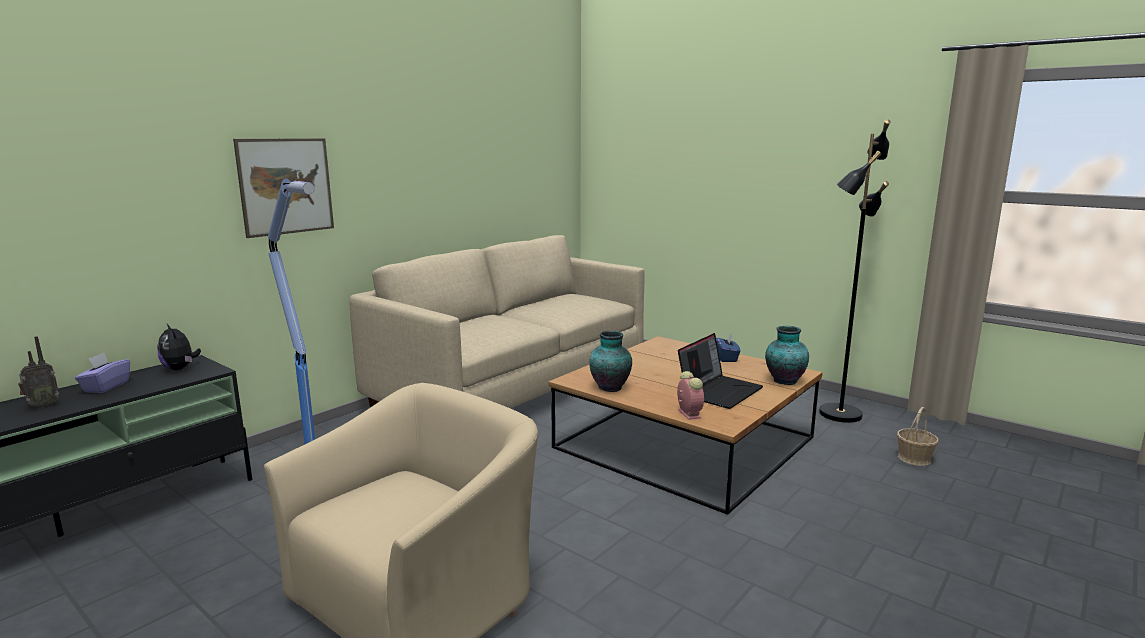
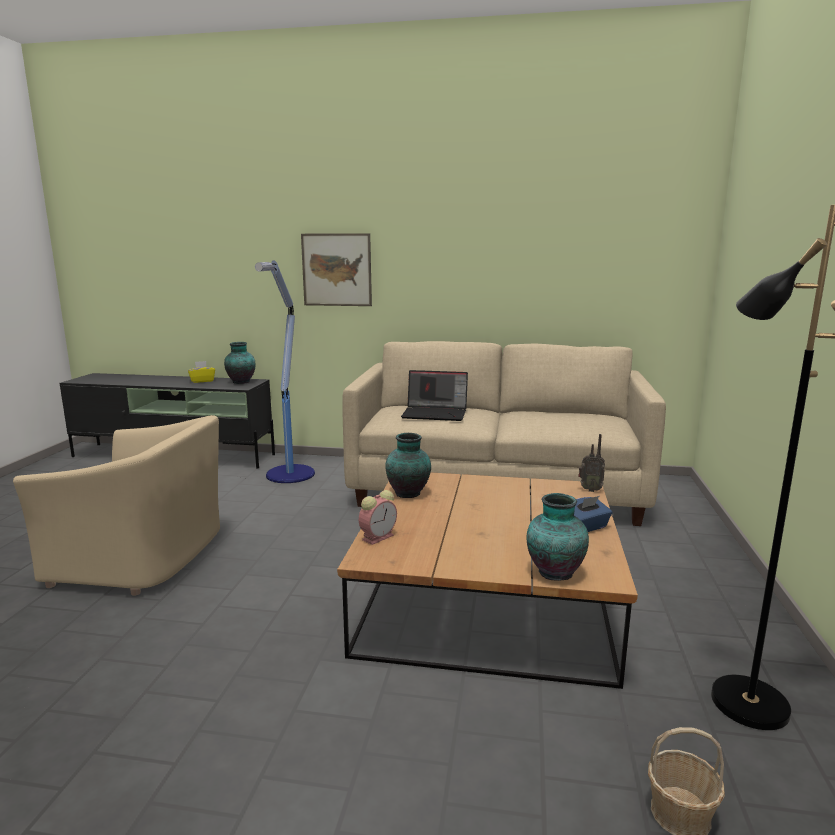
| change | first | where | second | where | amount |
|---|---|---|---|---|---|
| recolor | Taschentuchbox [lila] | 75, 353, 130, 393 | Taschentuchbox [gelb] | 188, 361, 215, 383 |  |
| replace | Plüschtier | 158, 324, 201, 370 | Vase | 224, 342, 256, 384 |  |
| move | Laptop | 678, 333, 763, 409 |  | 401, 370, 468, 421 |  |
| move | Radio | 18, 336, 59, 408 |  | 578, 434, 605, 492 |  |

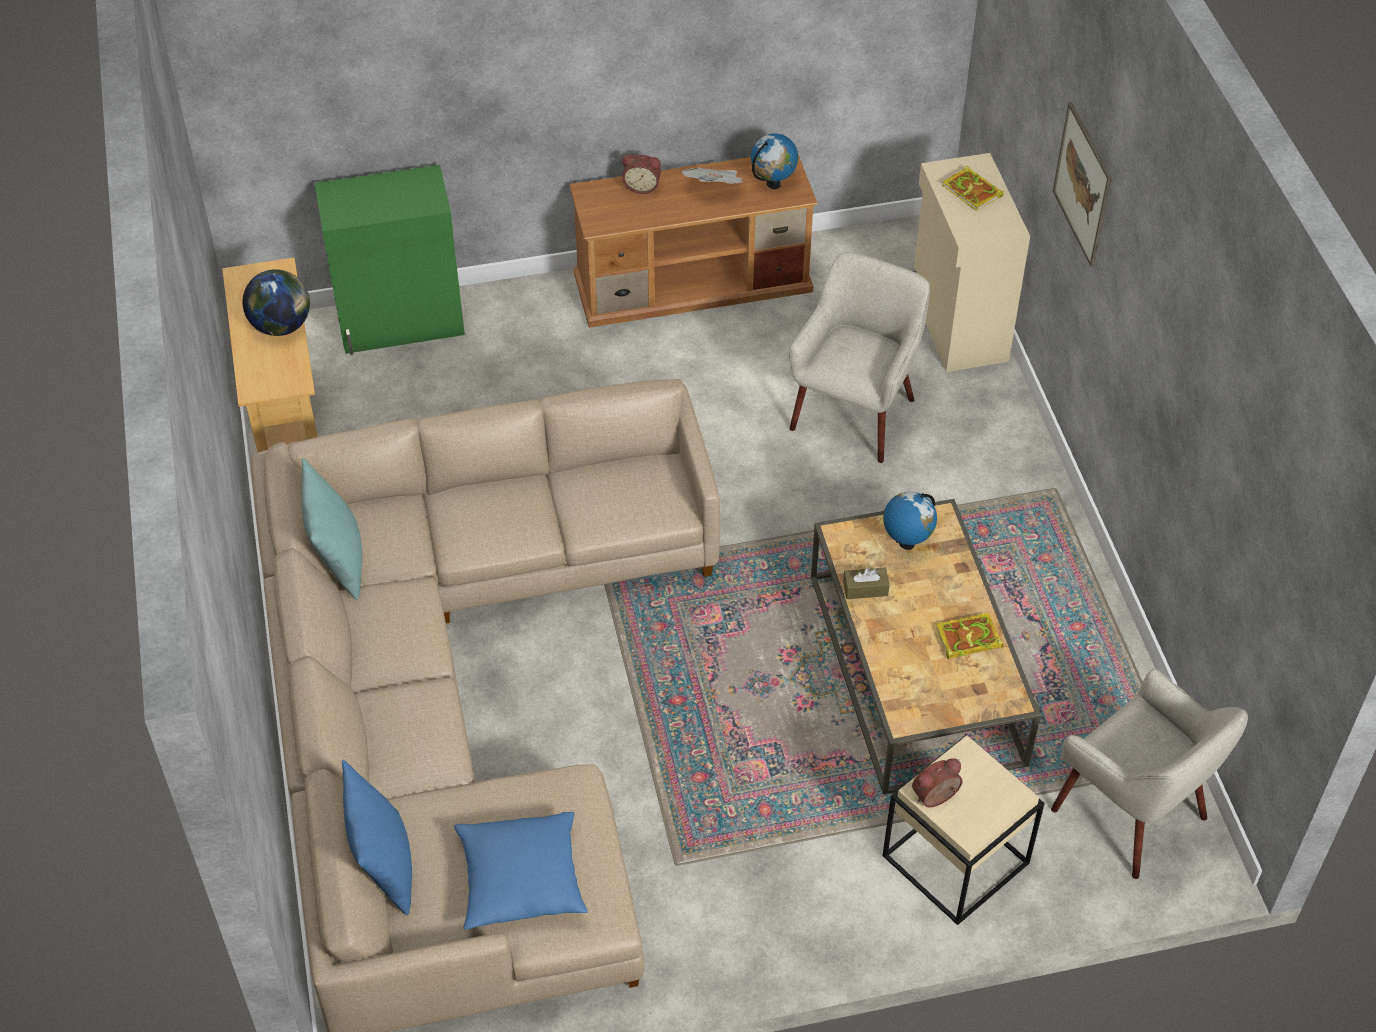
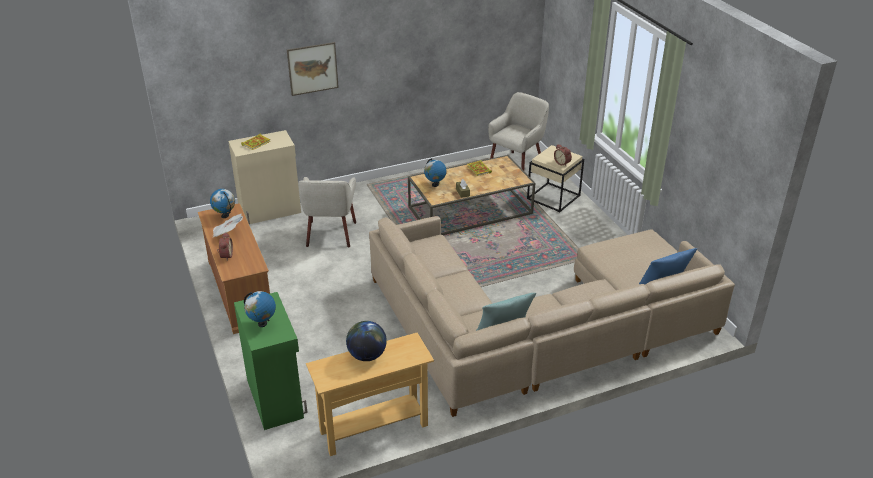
| change | first | where | second | where | amount |
|---|---|---|---|---|---|
| insert |  |  | Globus | 244, 291, 276, 327 |  |
| rotate | Sessel [beige] | 789, 252, 930, 463 |  | 298, 177, 356, 248 | 105 degrees counterclockwise |
| delete | Kissen [blau] | 454, 812, 588, 930 |  |  |  |

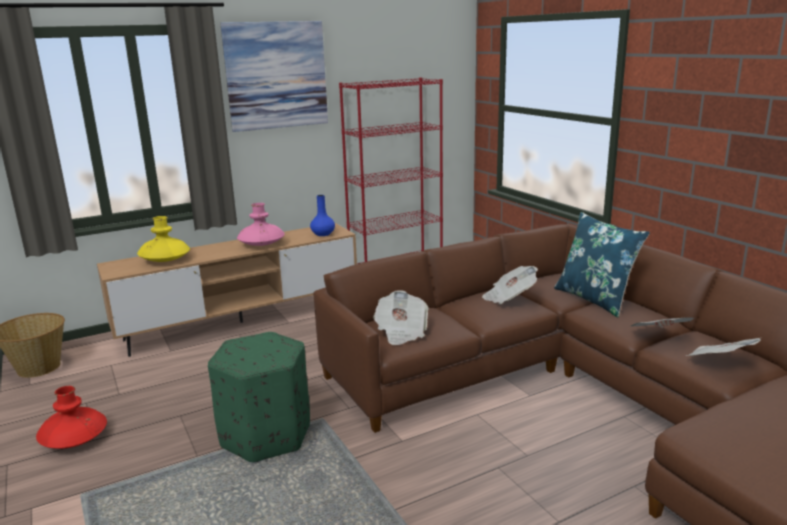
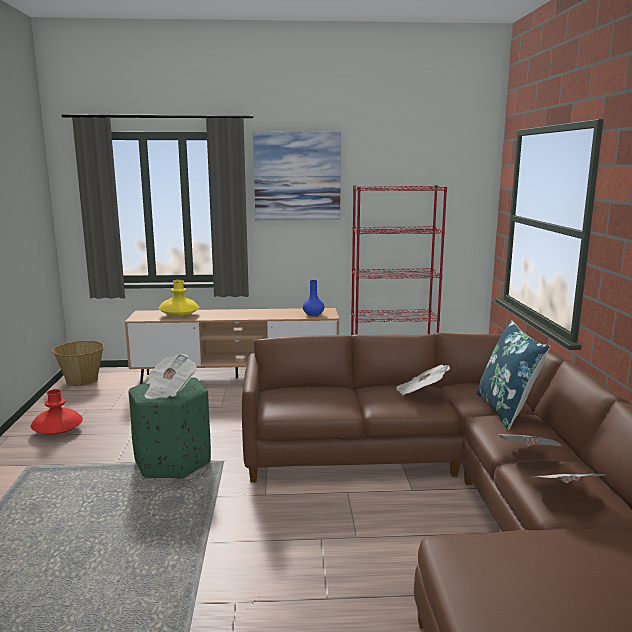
| change | first | where | second | where | amount |
|---|---|---|---|---|---|
| move | Zeitung | 373, 290, 428, 345 |  | 144, 354, 196, 399 |  |
| delete | Vase [rosa] | 237, 203, 285, 246 |  |  |  |

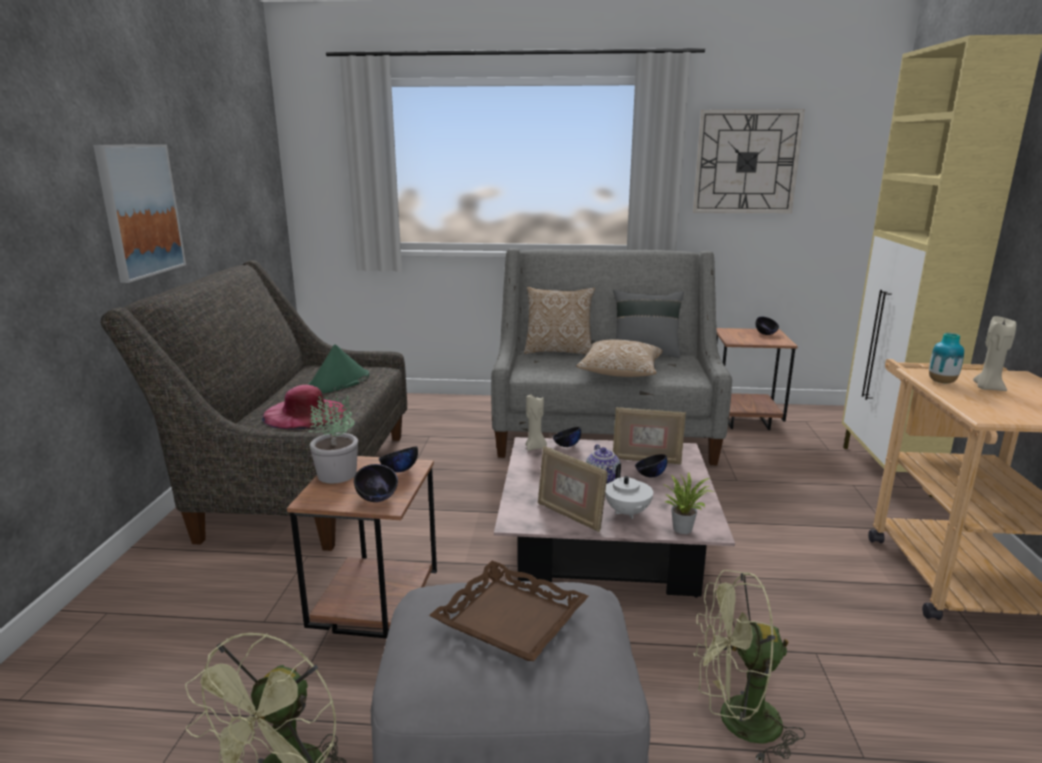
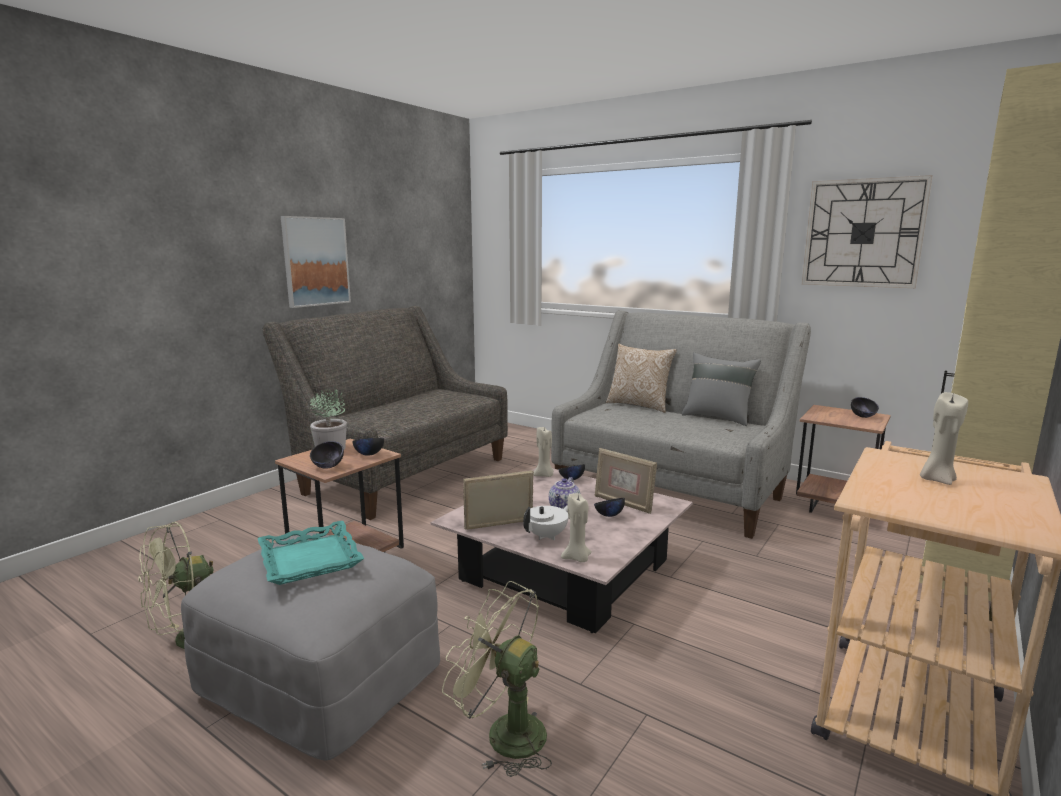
| change | first | where | second | where | amount |
|---|---|---|---|---|---|
| recolor | Tablett [braun] | 429, 561, 589, 661 | Tablett [türkis] | 258, 521, 364, 585 |  |
| rotate | Bilderrahmen | 538, 446, 608, 532 |  | 463, 470, 534, 530 | 90 degrees clockwise |
| rotate | Teekanne [weiß] | 605, 464, 653, 519 |  | 523, 505, 569, 540 | 150 degrees counterclockwise |
| replace | Topfpflanze | 662, 472, 714, 534 | Kerze [beige] | 561, 493, 592, 562 |  |
| delete | Hut [rosa] | 262, 385, 346, 429 |  |  |  |
| delete | Hut [grün] | 307, 344, 369, 393 |  |  |  |
| delete | Kissen | 576, 339, 663, 377 |  |  |  |
| delete | Vase | 929, 333, 964, 383 |  |  |  |

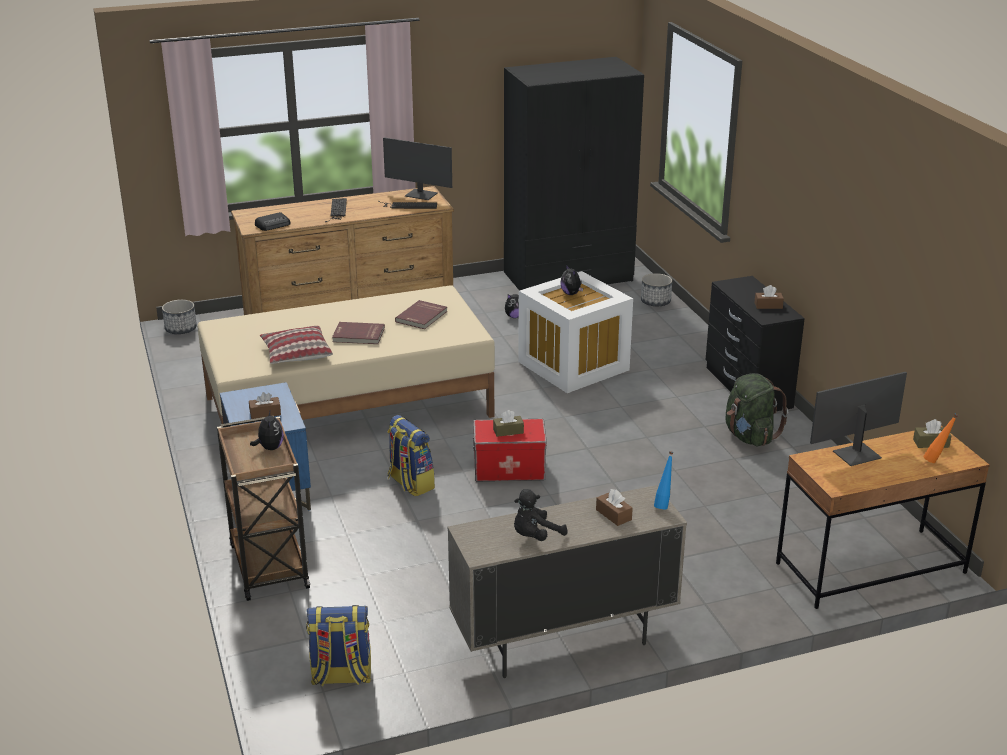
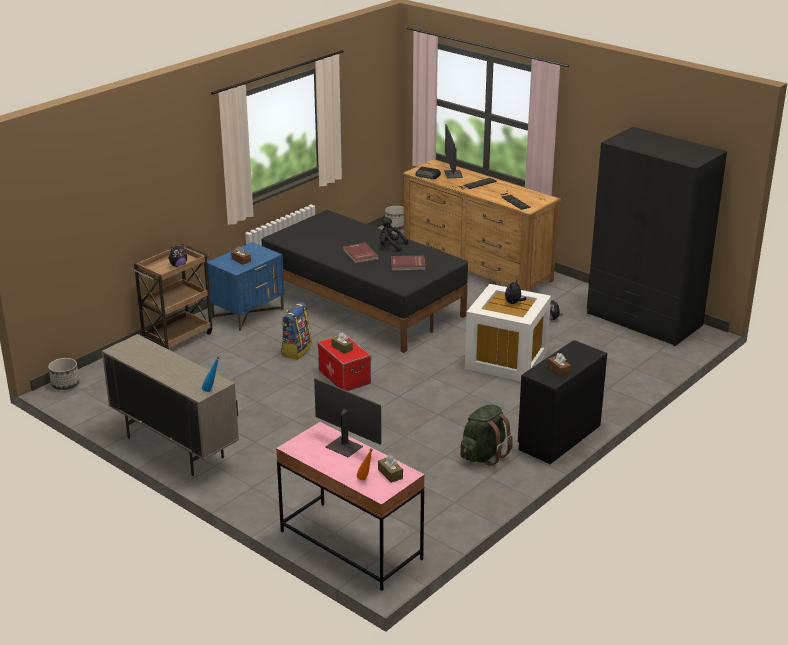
| change | first | where | second | where | amount |
|---|---|---|---|---|---|
| move | Pflanzkübel | 641, 273, 672, 306 |  | 48, 358, 79, 390 |  |
| recolor | Bett [beige] | 197, 285, 495, 463 | Bett [schwarz] | 262, 210, 468, 353 |  |
| recolor | Schreibtisch [braun] | 776, 426, 990, 609 | Schreibtisch [rosa] | 276, 422, 425, 591 |  |
| move | Plüschtier [schwarz] | 514, 489, 568, 541 |  | 380, 217, 408, 251 |  |
| move | Monitor | 383, 138, 452, 200 |  | 444, 124, 463, 178 |  |
| delete | Kissen | 260, 326, 333, 364 |  |  |  |
| delete | Rucksack | 306, 605, 371, 687 |  |  |  |
| delete | Taschentuchbox [braun] | 596, 489, 633, 526 |  |  |  |

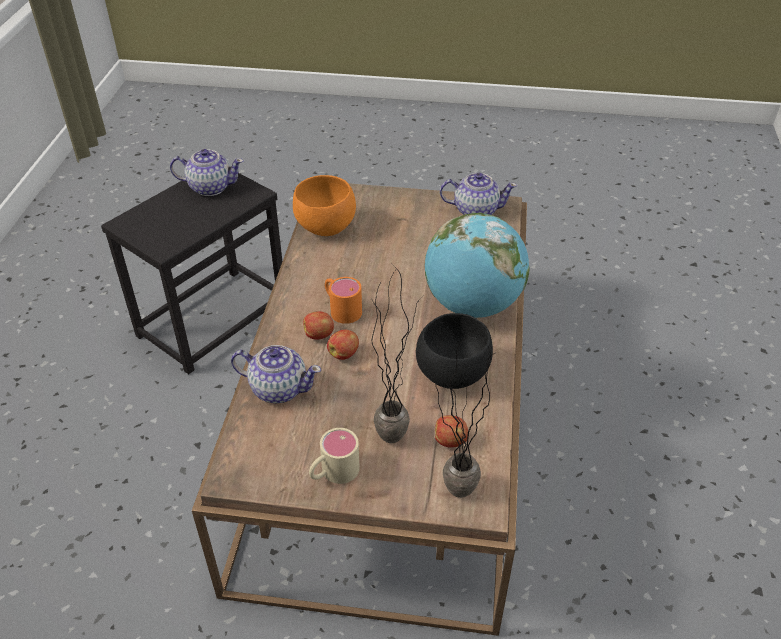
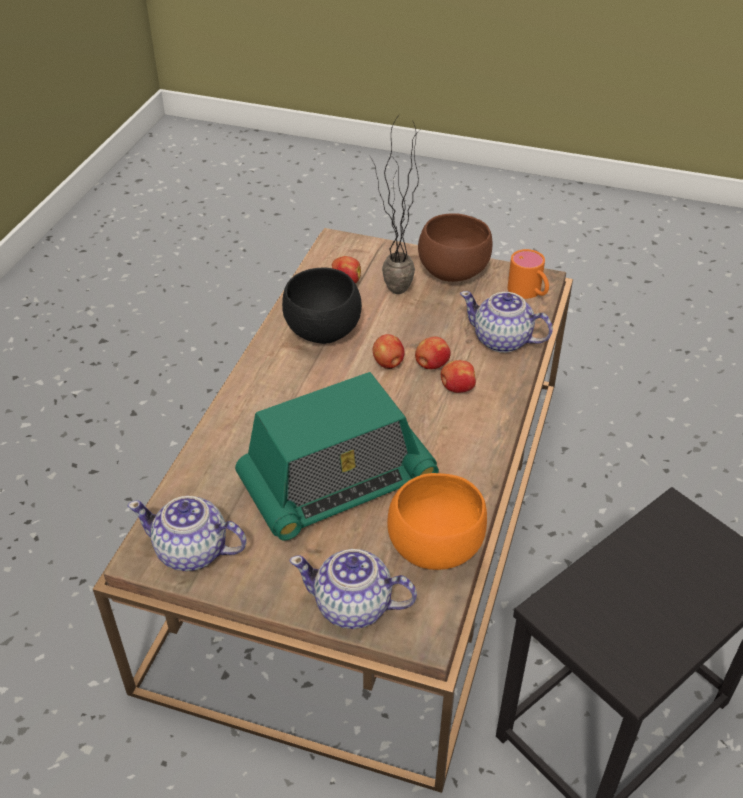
| change | first | where | second | where | amount |
|---|---|---|---|---|---|
| insert |  |  | Radio | 235, 372, 439, 541 |  |
| move | Teekanne | 170, 149, 244, 196 |  | 289, 549, 417, 629 |  |
| insert |  |  | Apfel | 373, 334, 405, 369 |  |
| replace | Henkelbecher [beige] | 309, 428, 360, 484 | Schüssel [braun] | 418, 213, 493, 282 |  |
| move | Henkelbecher [orange] | 325, 277, 362, 324 |  | 507, 249, 549, 299 |  |
| delete | Globus | 425, 213, 530, 318 |  |  |  |
| delete | Topfpflanze | 430, 336, 495, 498 |  |  |  |

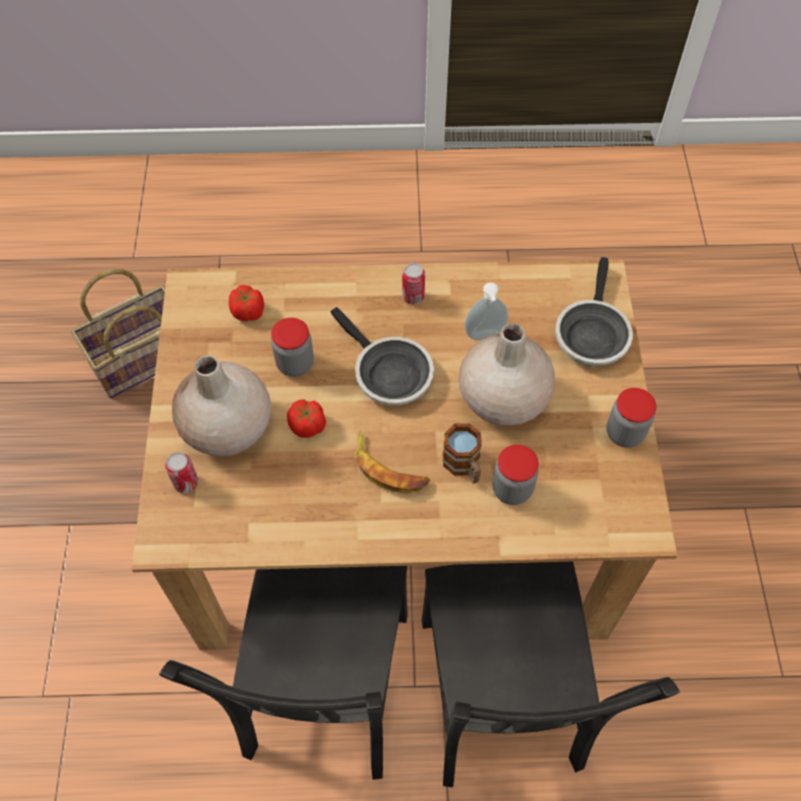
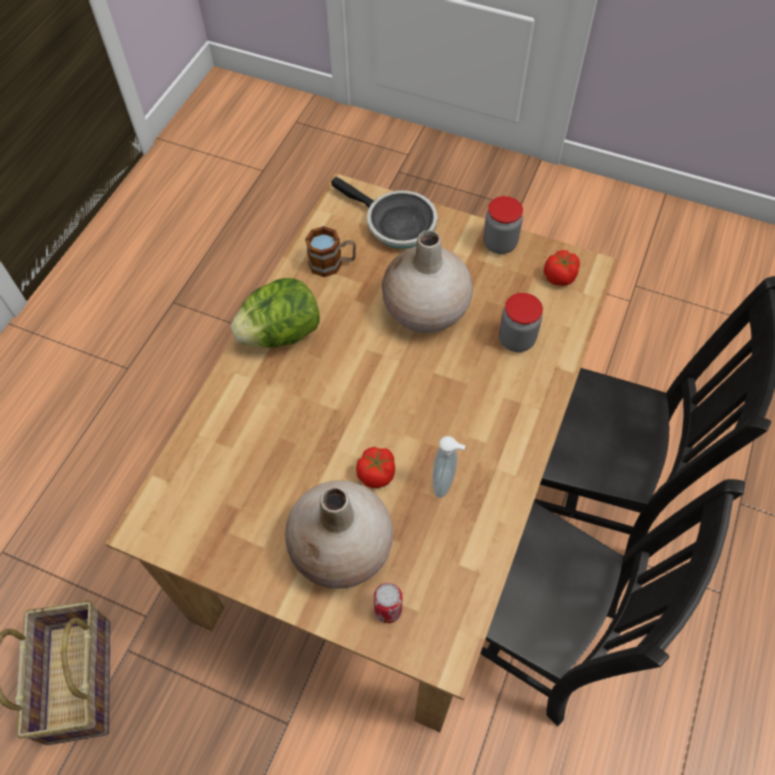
| change | first | where | second | where | amount |
|---|---|---|---|---|---|
| replace | Dose | 402, 263, 425, 304 | Salatkopf | 231, 278, 320, 348 |  |
| move | Henkelbecher | 443, 423, 482, 483 |  | 305, 226, 356, 277 |  |
| move | Seifenspender | 465, 283, 509, 341 |  | 432, 436, 465, 498 |  |
| move | Tomate | 229, 285, 264, 321 |  | 544, 250, 580, 286 |  |
| delete | Vorratsglas | 271, 318, 314, 377 |  |  |  |
| delete | Pfanne | 330, 307, 434, 405 |  |  |  |
| delete | Banane | 354, 430, 430, 493 |  |  |  |

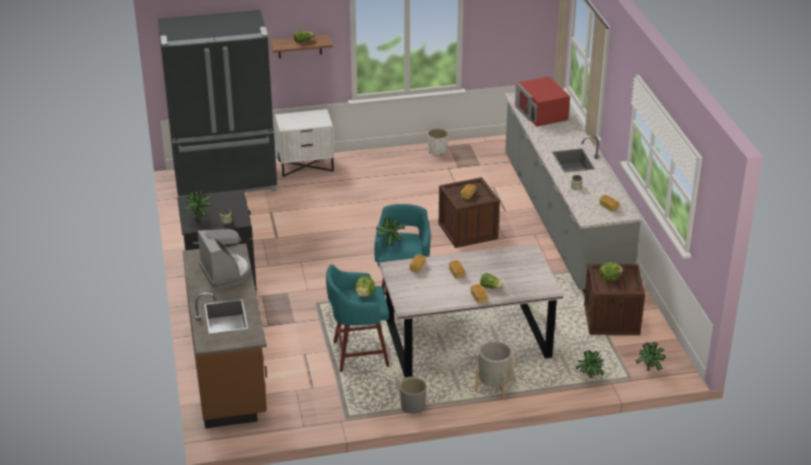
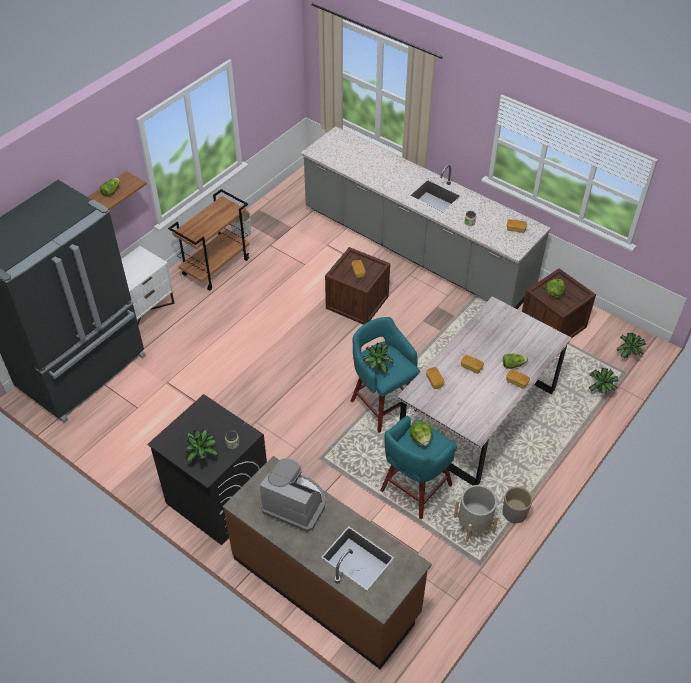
| change | first | where | second | where | amount |
|---|---|---|---|---|---|
| insert |  |  | Rollwagen [braun] | 168, 189, 250, 291 |  |
| move | Pflanzkübel [grau] | 475, 341, 514, 399 |  | 454, 485, 499, 542 |  |
| delete | Mikrowelle [rot] | 515, 76, 570, 127 |  |  |  |

